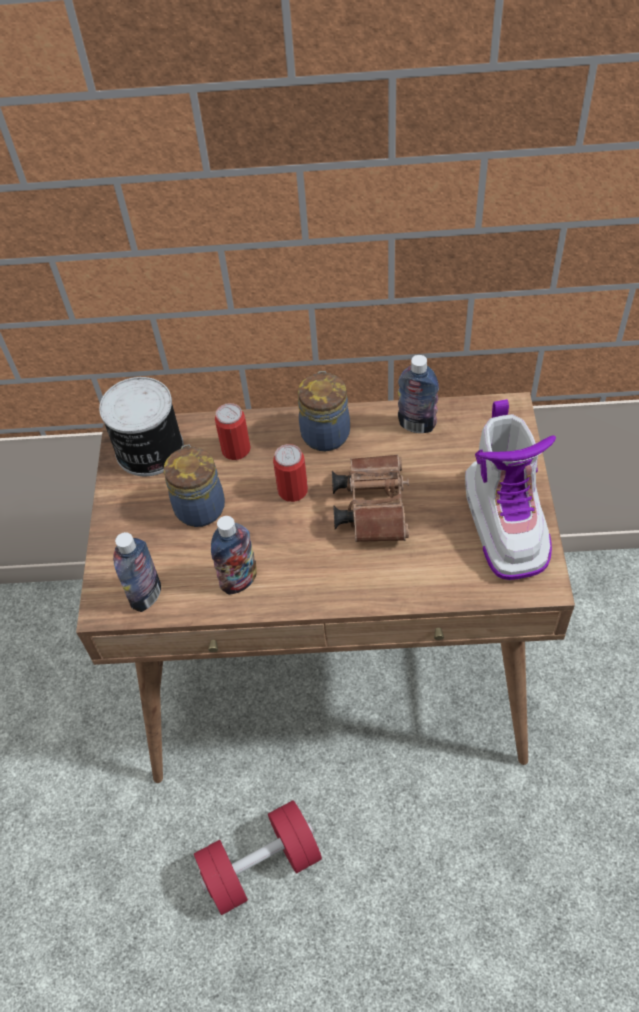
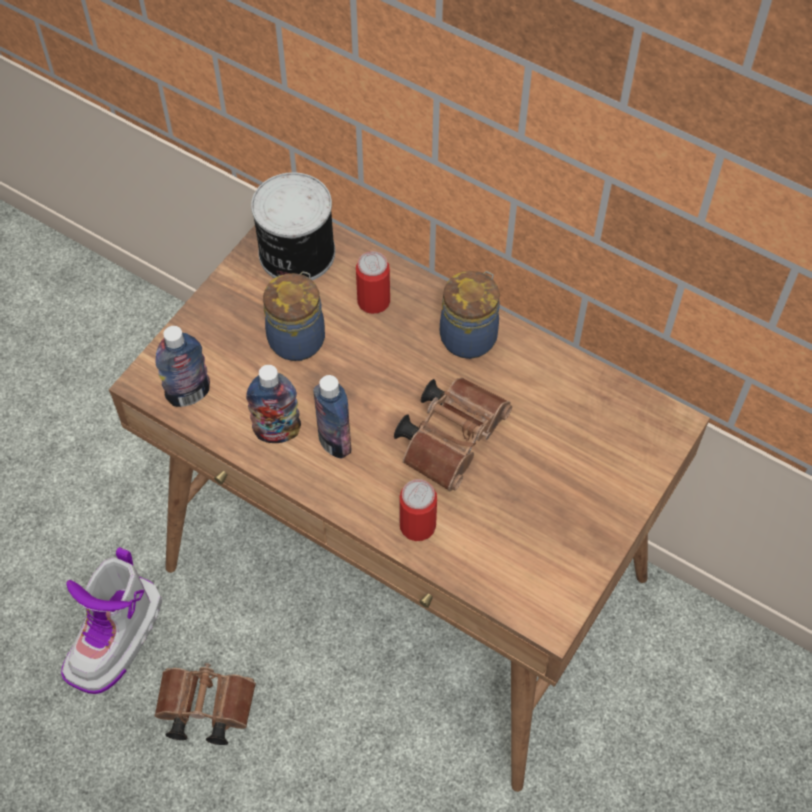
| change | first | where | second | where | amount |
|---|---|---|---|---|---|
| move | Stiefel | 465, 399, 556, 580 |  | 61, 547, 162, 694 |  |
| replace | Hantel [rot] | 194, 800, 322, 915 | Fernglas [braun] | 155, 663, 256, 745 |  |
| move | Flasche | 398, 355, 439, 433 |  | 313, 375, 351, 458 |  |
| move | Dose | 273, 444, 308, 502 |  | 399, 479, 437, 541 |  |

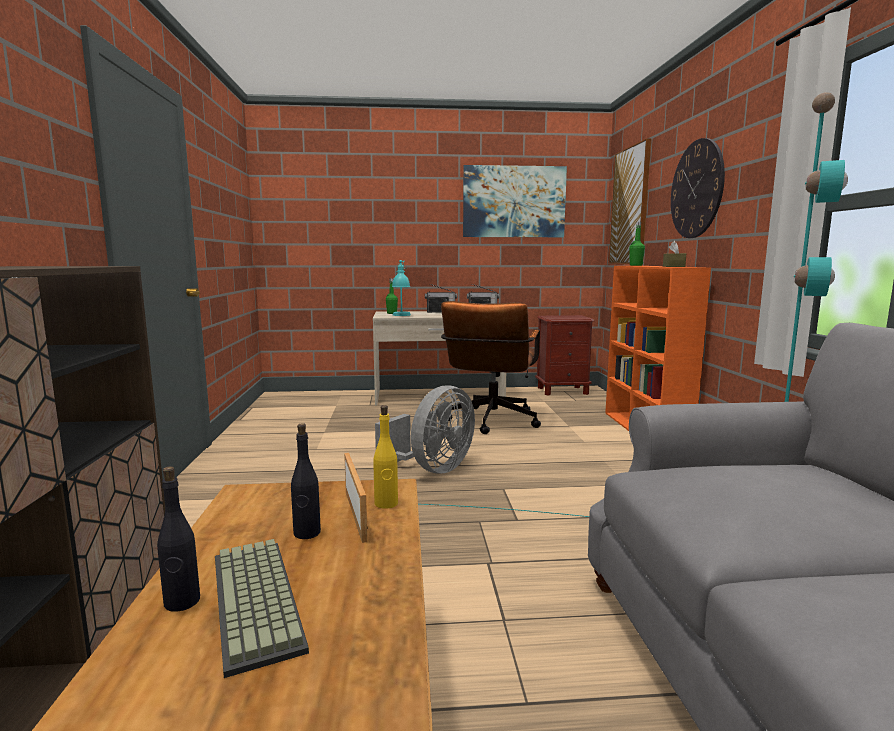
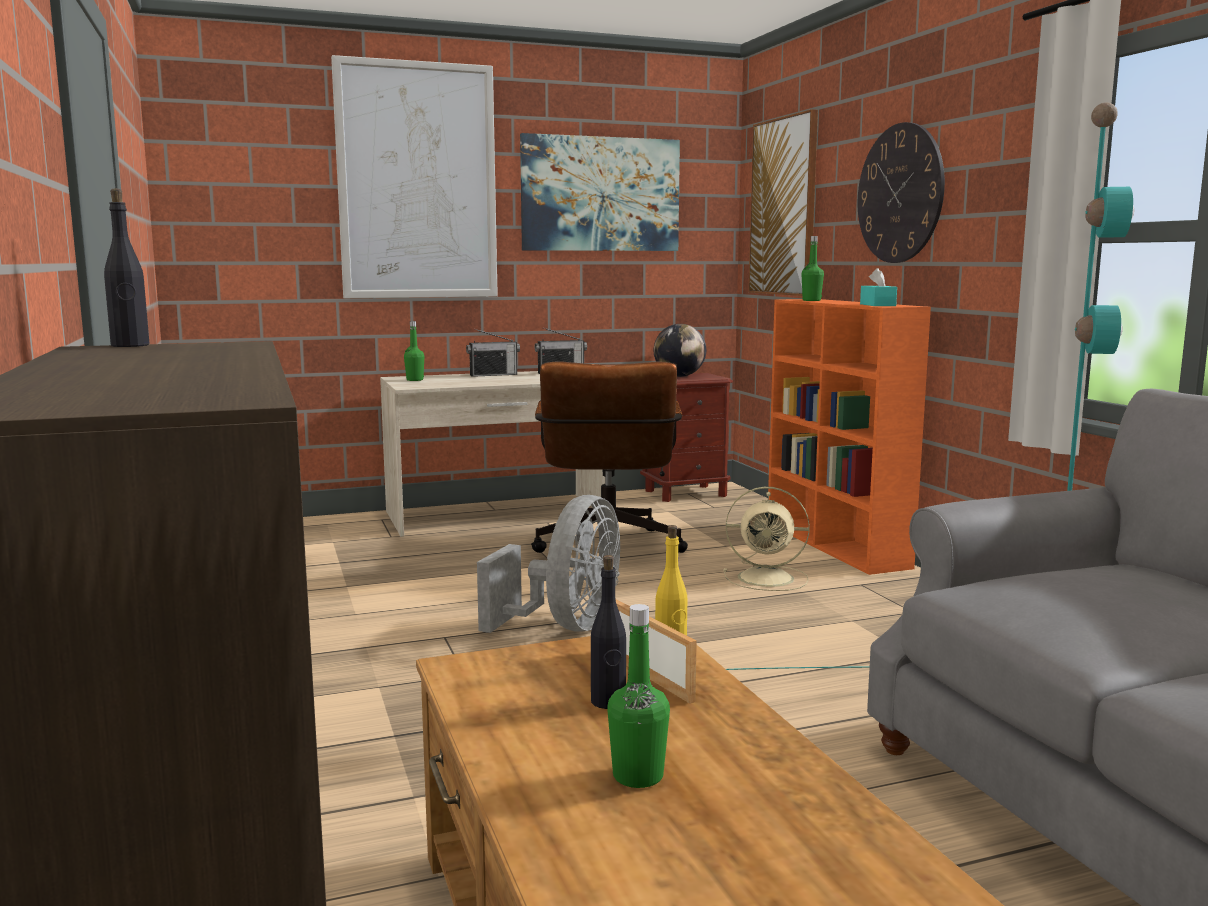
| change | first | where | second | where | amount |
|---|---|---|---|---|---|
| move | Flasche [schwarz] | 157, 466, 200, 612 |  | 104, 189, 149, 347 |  |
| insert |  |  | Bild | 331, 55, 498, 299 |  |
| replace | Tastatur | 215, 539, 309, 678 | Flasche [grün] | 607, 604, 670, 788 |  |
| insert |  |  | Globus | 654, 324, 706, 377 |  |
| insert |  |  | Ventilator [beige] | 723, 487, 810, 591 |  |
| recolor | Taschentuchbox [braun] | 663, 241, 686, 267 | Taschentuchbox [türkis] | 860, 268, 897, 306 |  |
| delete | Tischlampe [türkis] | 392, 260, 411, 316 |  |  |  |

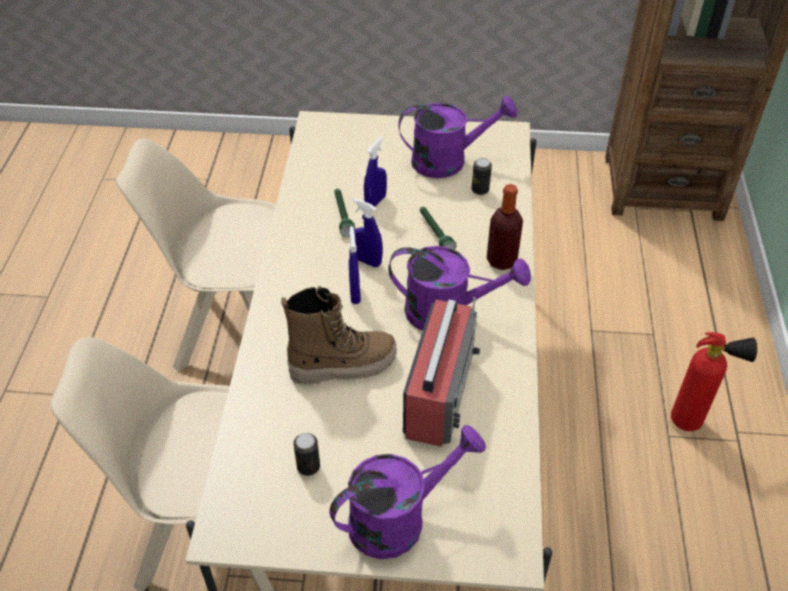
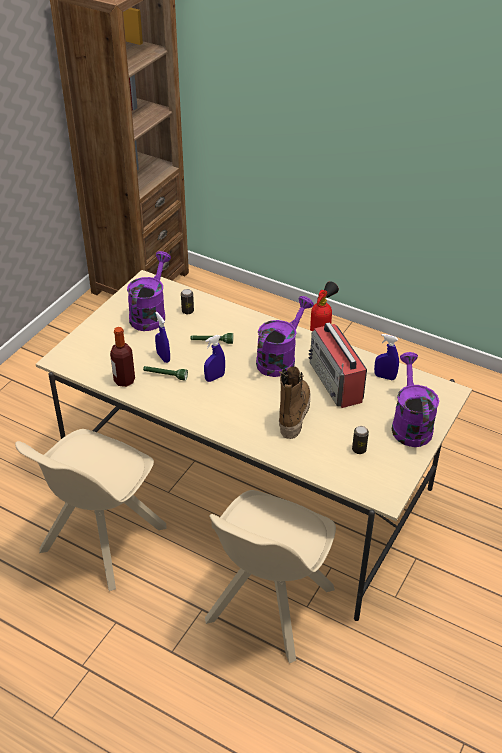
| change | first | where | second | where | amount |
|---|---|---|---|---|---|
| move | Flasche | 487, 184, 523, 270 |  | 110, 327, 135, 387 |  |
| rotate | Radio | 403, 297, 480, 447 |  | 308, 322, 367, 408 | 150 degrees counterclockwise |
| move | Sprühflasche [blau] | 349, 226, 361, 304 |  | 374, 334, 399, 380 |  |

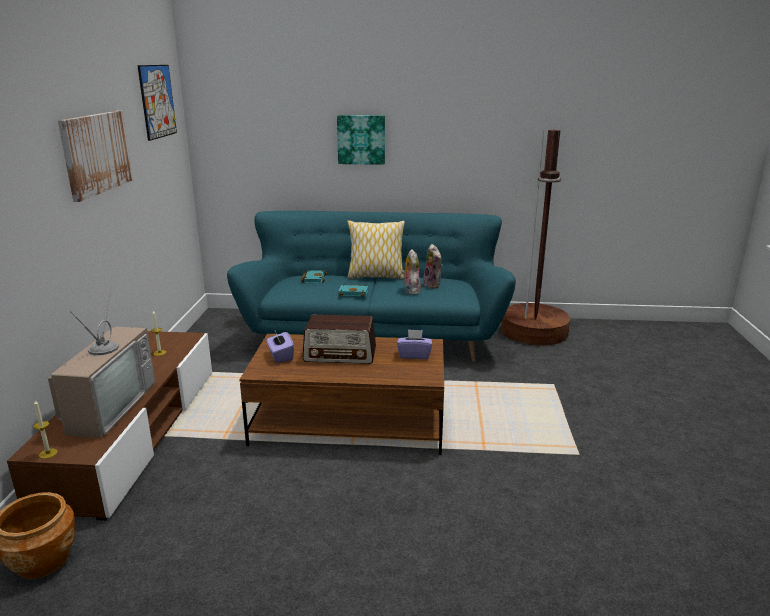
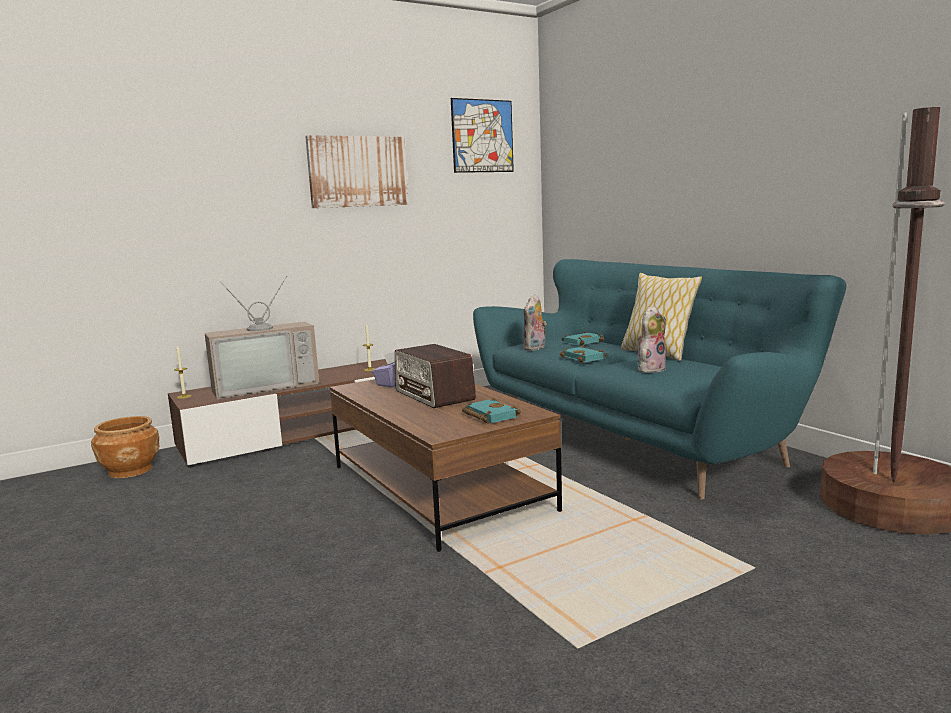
| change | first | where | second | where | amount |
|---|---|---|---|---|---|
| replace | Taschentuchbox [lila] | 397, 329, 432, 359 | Buch [türkis] | 462, 398, 521, 424 |  |
| move | Plüschtier | 423, 244, 442, 289 |  | 523, 294, 547, 351 |  |
| delete | Bild | 337, 115, 385, 165 |  |  |  |

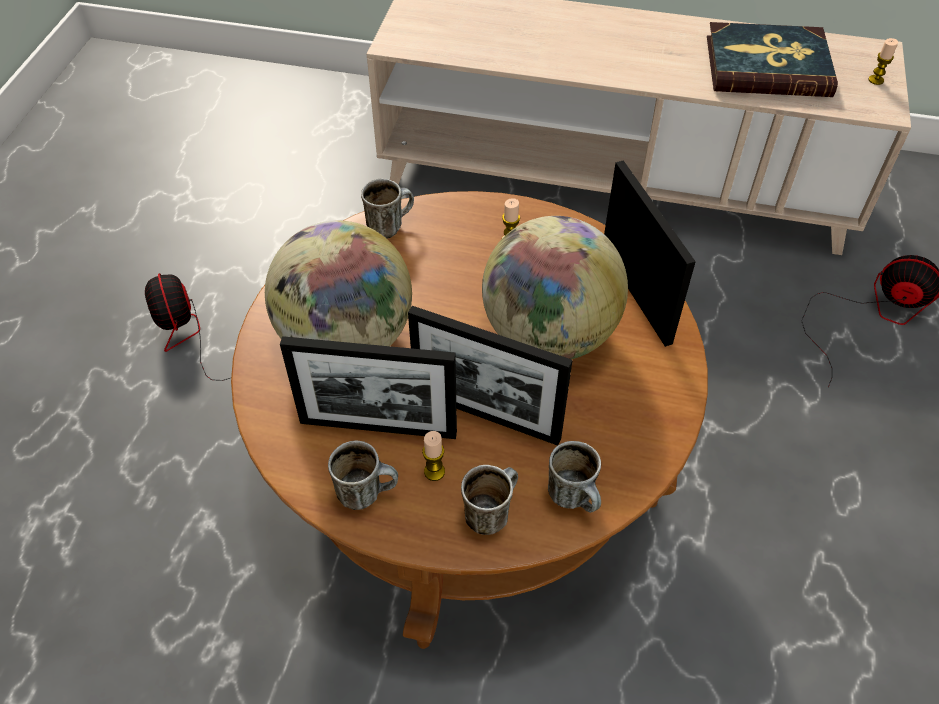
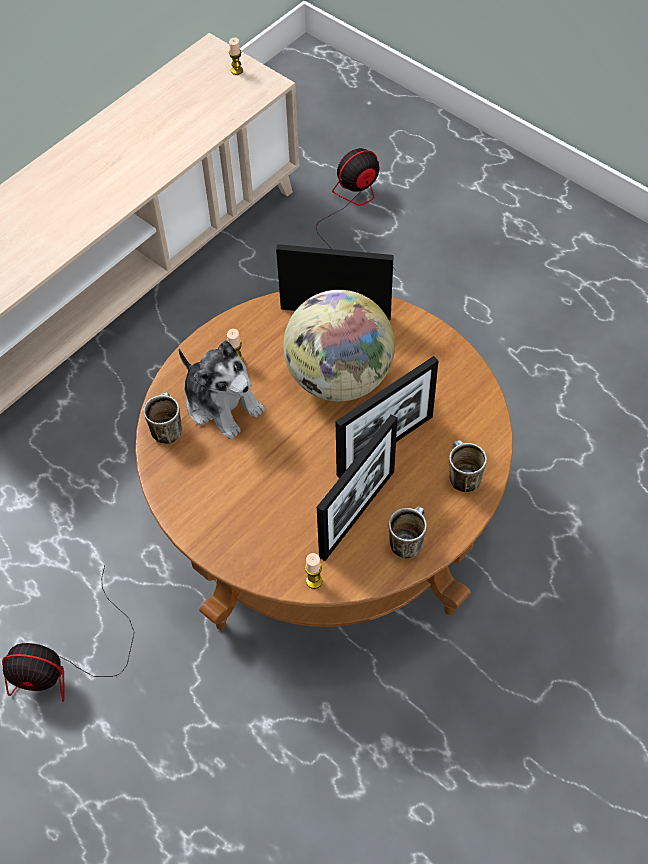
| change | first | where | second | where | amount |
|---|---|---|---|---|---|
| insert |  |  | Plüschtier | 178, 340, 265, 440 |  |
| move | Kerze | 422, 431, 445, 481 |  | 305, 553, 323, 589 |  |
| delete | Globus | 265, 220, 412, 346 |  |  |  |
| delete | Henkelbecher | 548, 441, 601, 513 |  |  |  |
| delete | Buch | 707, 22, 838, 97 |  |  |  |

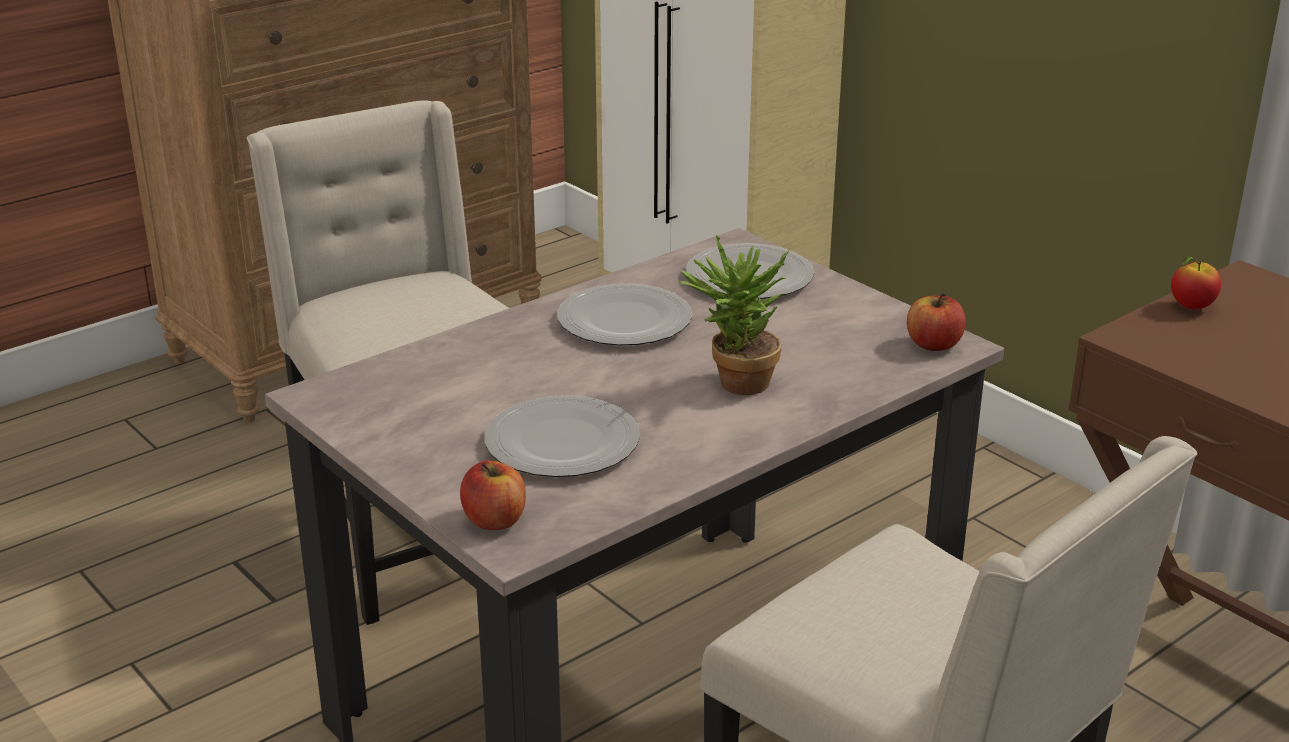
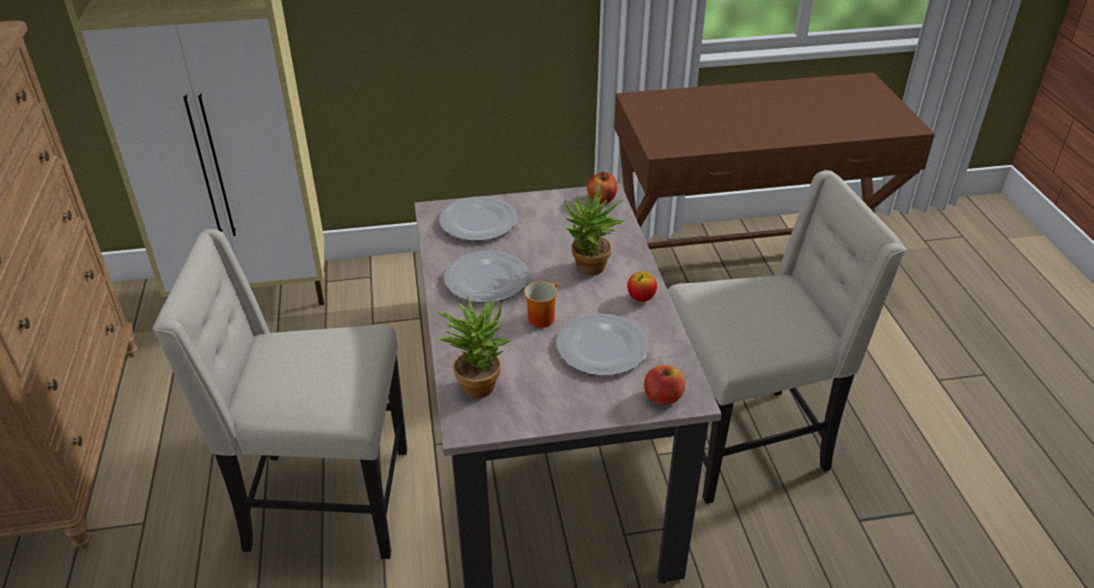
| change | first | where | second | where | amount |
|---|---|---|---|---|---|
| insert |  |  | Topfpflanze | 437, 296, 510, 398 |  |
| insert |  |  | Henkelbecher | 524, 281, 558, 328 |  |
| move | Apfel | 1171, 256, 1221, 309 |  | 627, 271, 657, 302 |  |

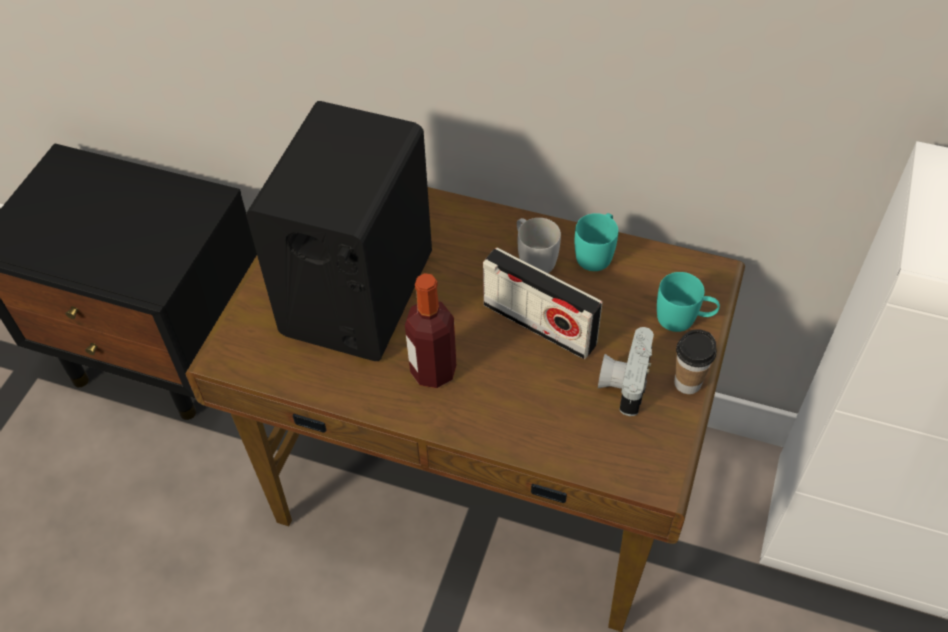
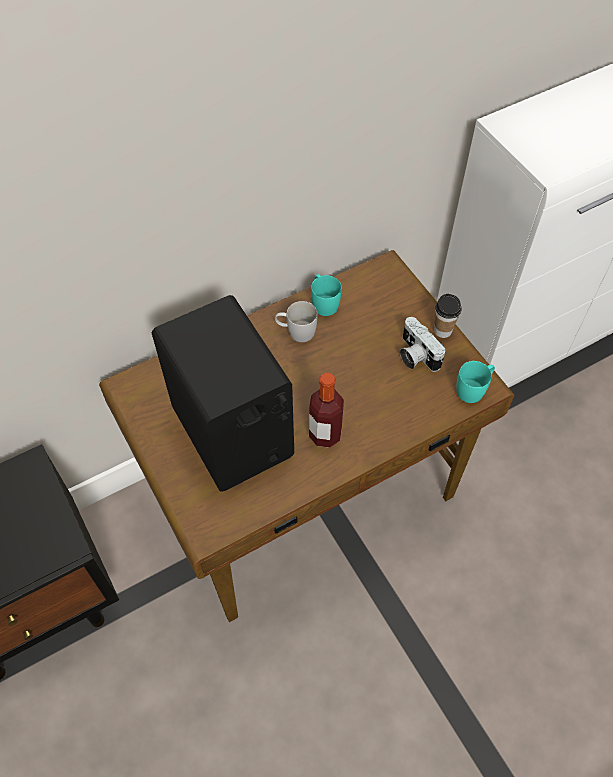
| change | first | where | second | where | amount |
|---|---|---|---|---|---|
| move | Henkelbecher [türkis] | 657, 272, 720, 332 |  | 456, 361, 495, 403 |  |
| delete | Radio | 483, 248, 603, 359 |  |  |  |

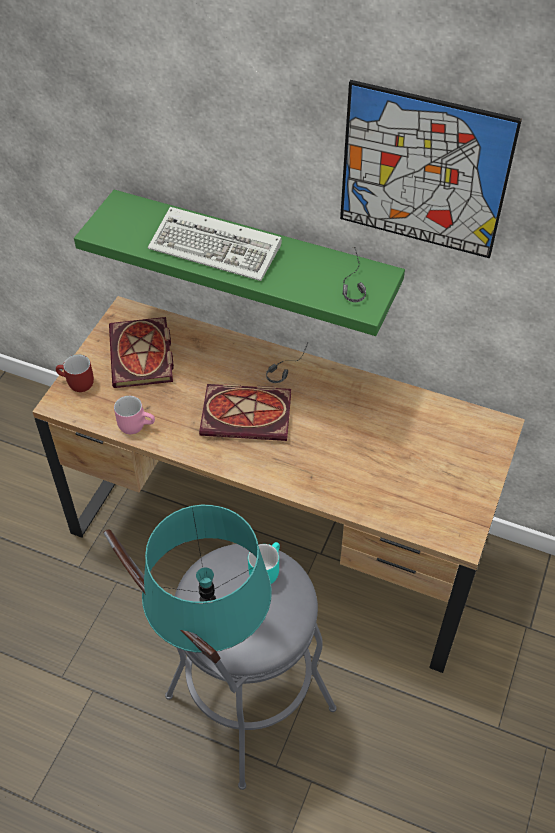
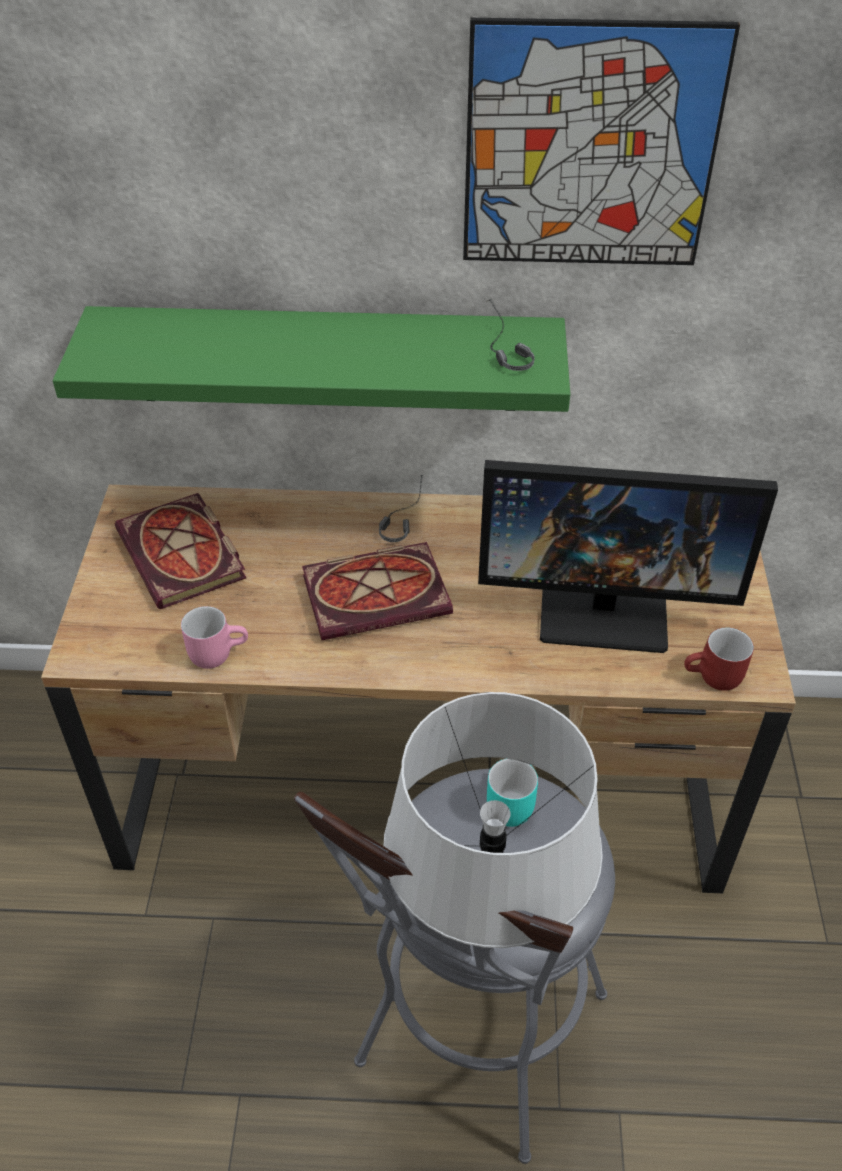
| change | first | where | second | where | amount |
|---|---|---|---|---|---|
| recolor | Tischlampe [türkis] | 142, 505, 272, 653 | Tischlampe [grau] | 384, 692, 603, 948 |  |
| insert |  |  | Monitor | 478, 460, 778, 653 |  |
| move | Henkelbecher [rot] | 56, 354, 94, 392 |  | 684, 627, 754, 691 |  |
| delete | Tastatur | 148, 207, 282, 281 |  |  |  |

